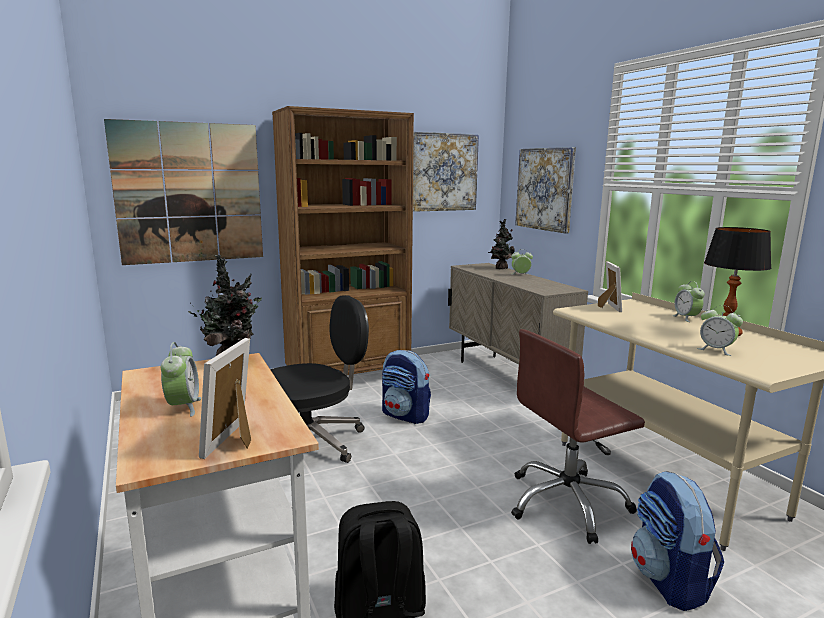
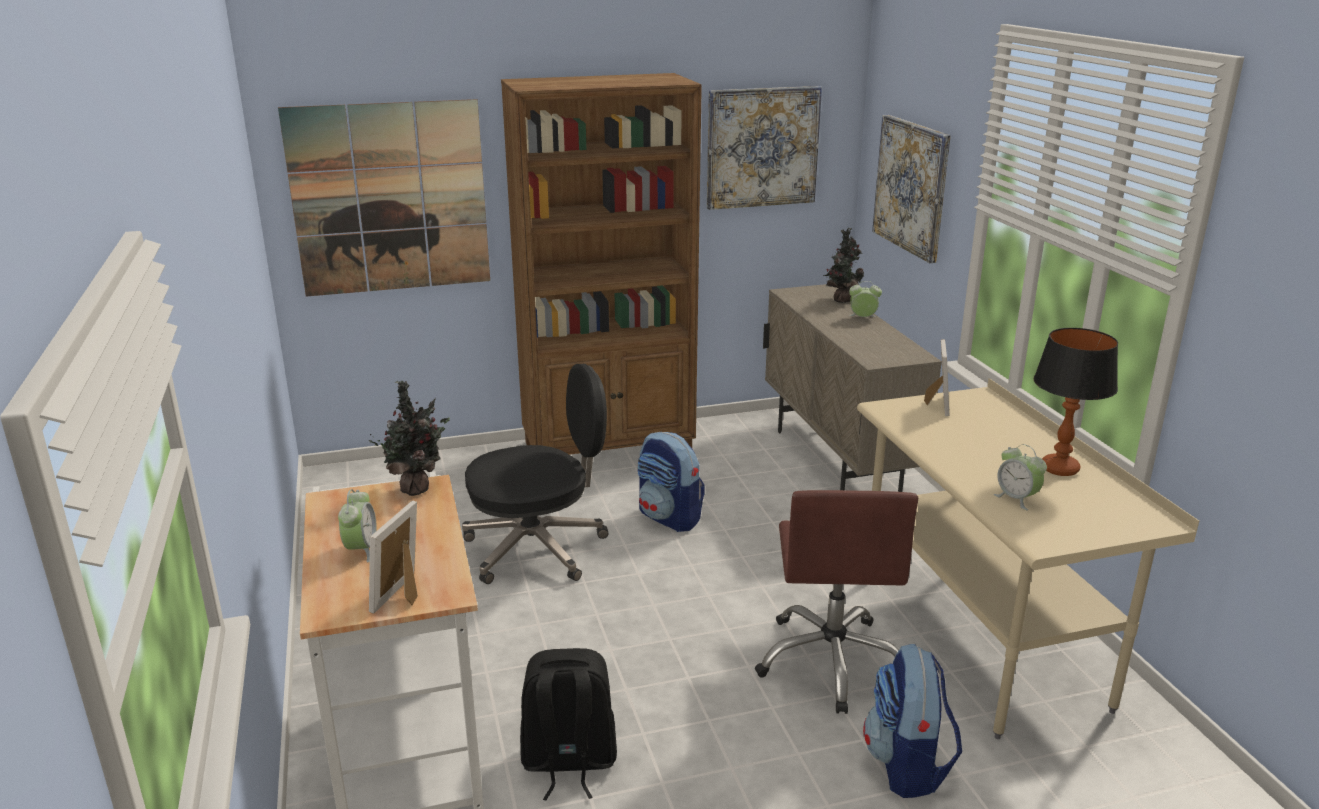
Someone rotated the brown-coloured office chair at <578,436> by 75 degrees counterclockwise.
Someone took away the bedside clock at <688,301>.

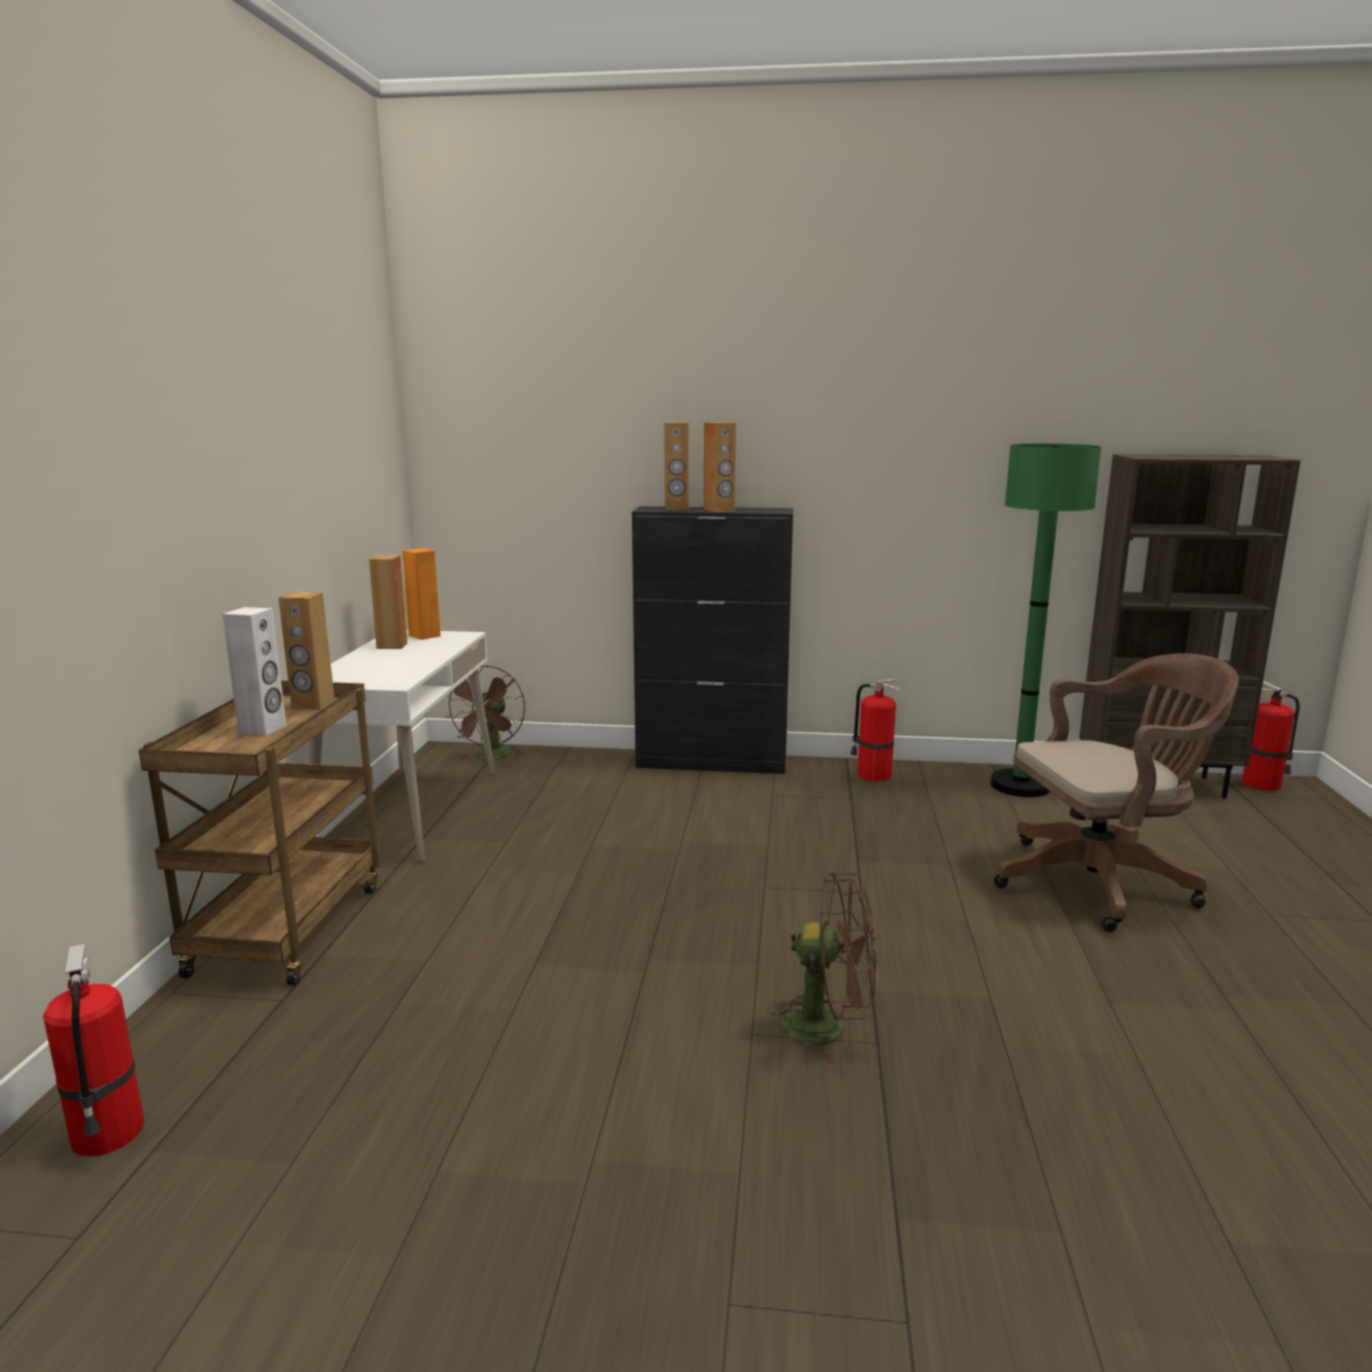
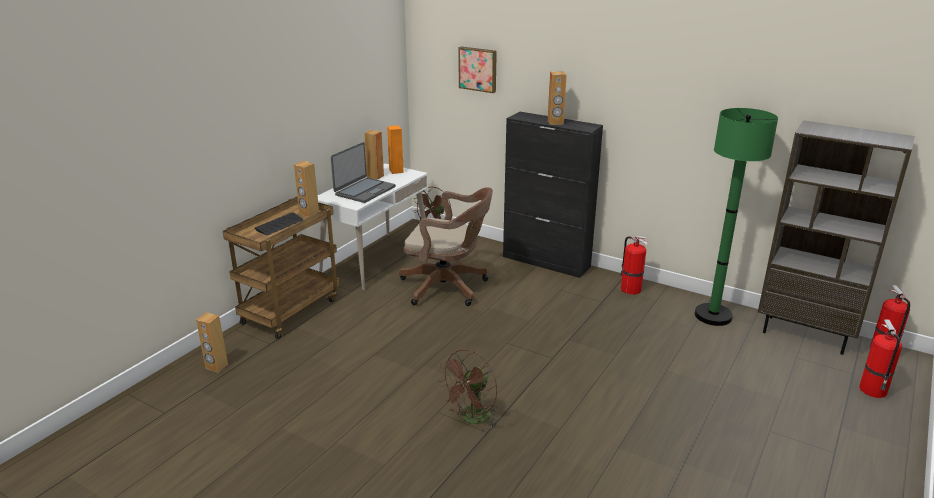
Someone carried the brown-coloured audio speaker from <676,466> to <212,342>.
Someone swapped the white-coloured audio speaker at <254,671> for the computer keyboard at <279,223>.
Someone put down the portable computer at <363,172>.
Someone carried the brown-coloured office chair from <1116,792> to <446,246>.
Someone rotated the brown-coloured cooling fan at <821,968> by 90 degrees clockwise.
Someone put up the picture at <478,70>.
Someone carried the fire-fighting cylinder from <93,1050> to <880,358>.

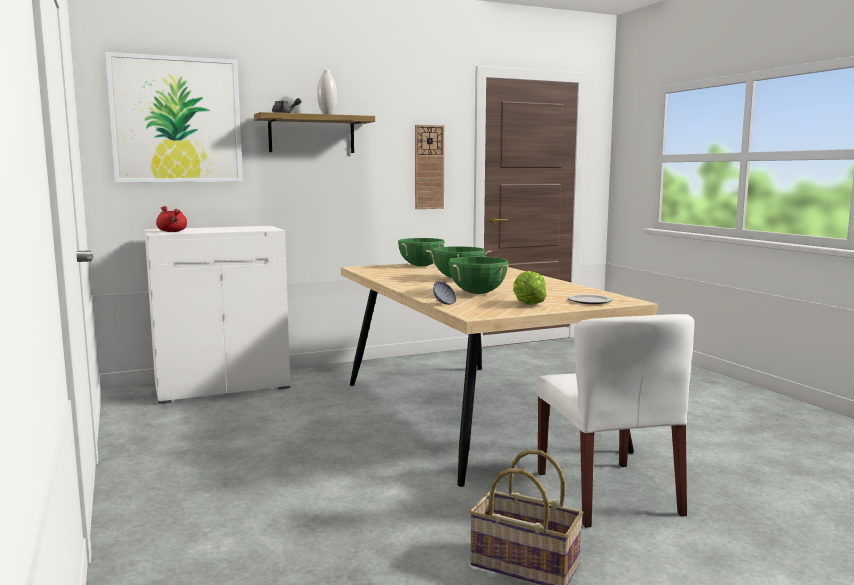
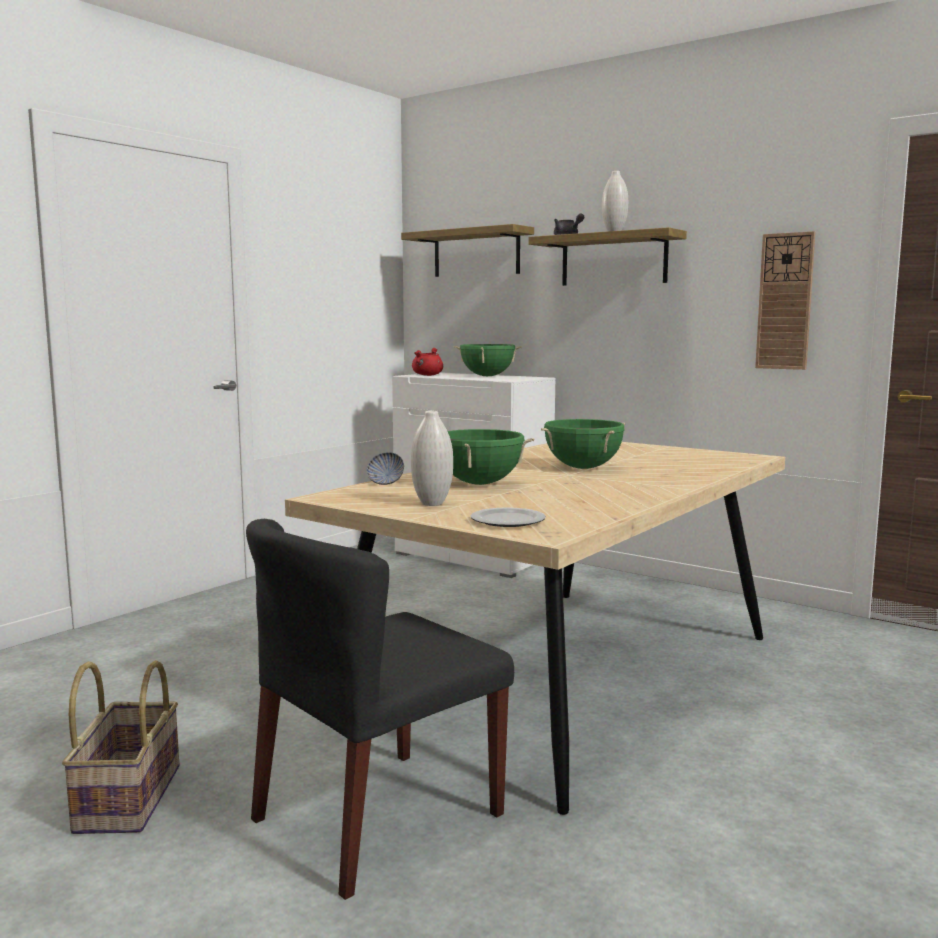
Someone repainted the white-coloured plain chair at <615,421>, which became the black plain chair at <380,709>.
Someone swapped the picture at <174,117> for the shelf at <467,250>.
Someone swapped the lettuce head at <530,288> for the white-coloured vase at <432,458>.
Someone carried the greenish cooking pot from <421,252> to <488,360>.

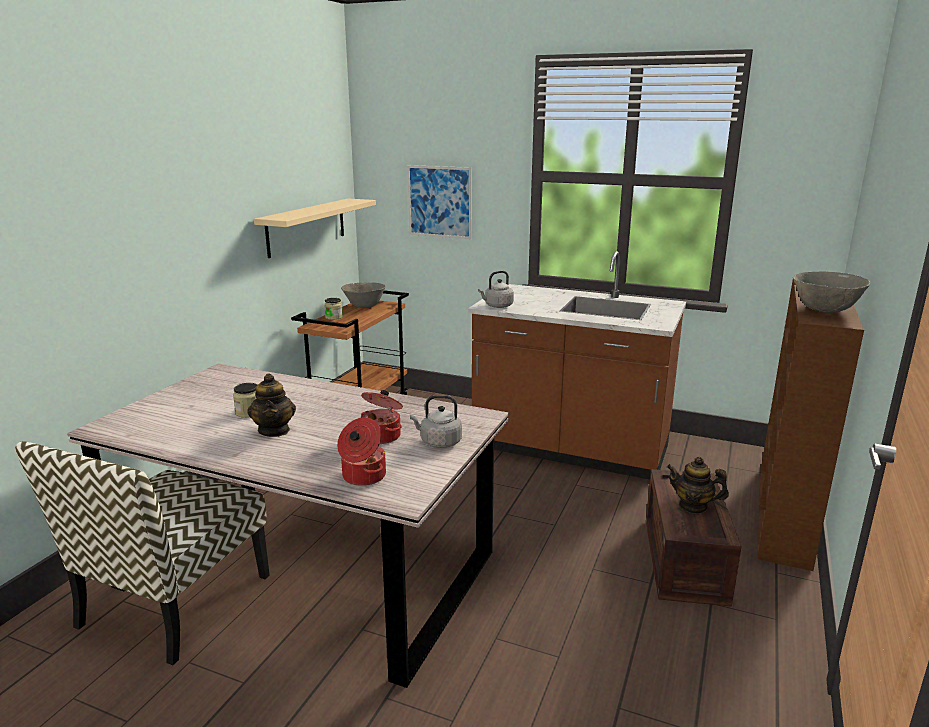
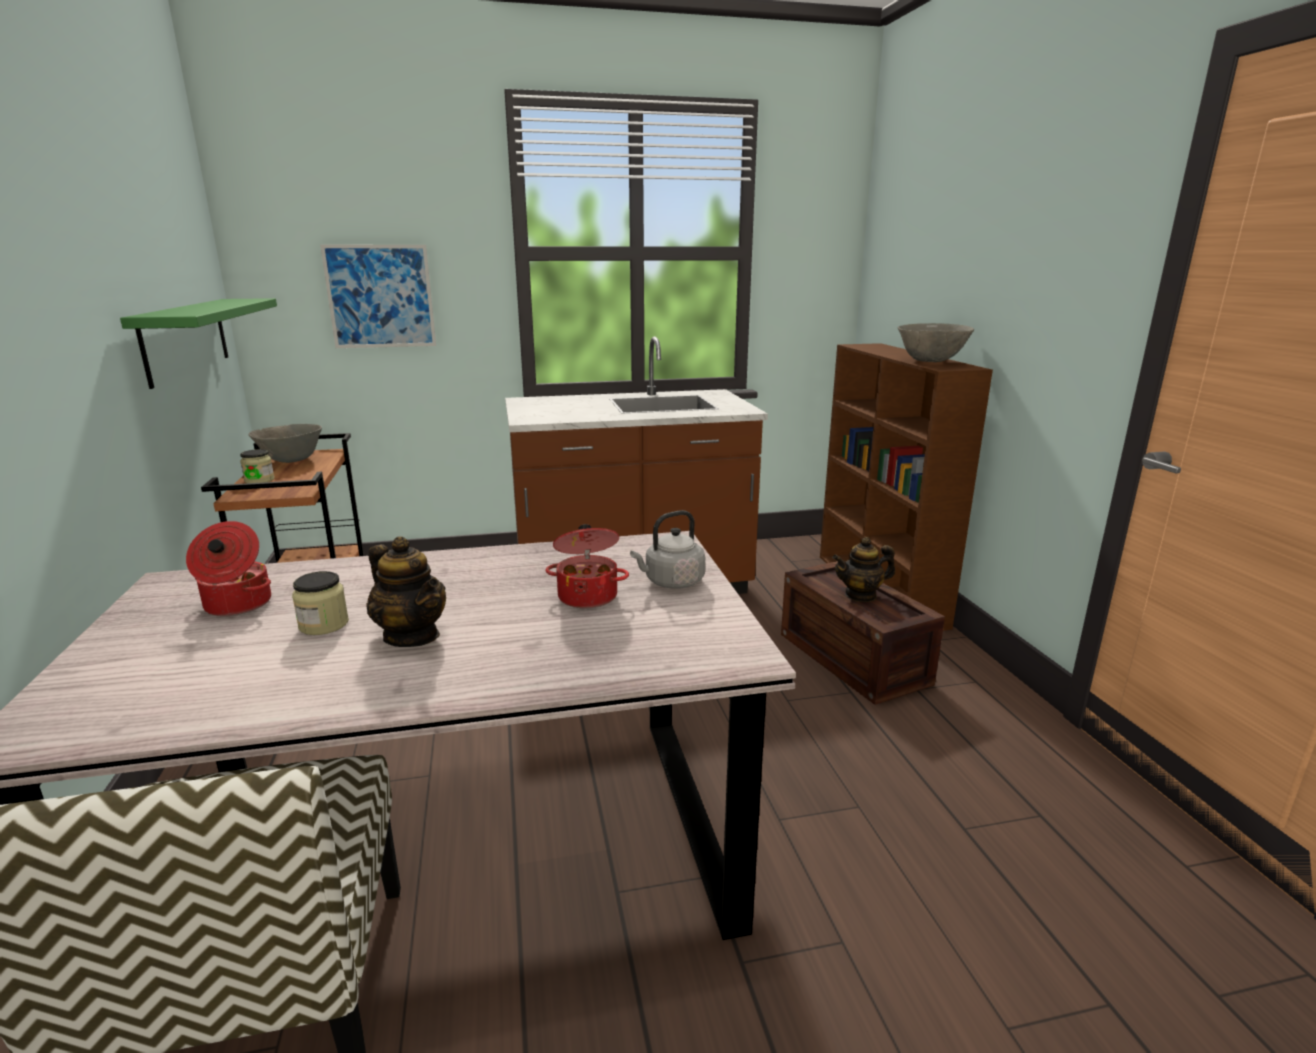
Someone repainted the beige-coloured shelf at <315,228>, which became the greenish shelf at <198,343>.
Someone carried the cooking pot from <361,451> to <228,568>.
Someone took away the gray kettle at <496,289>.

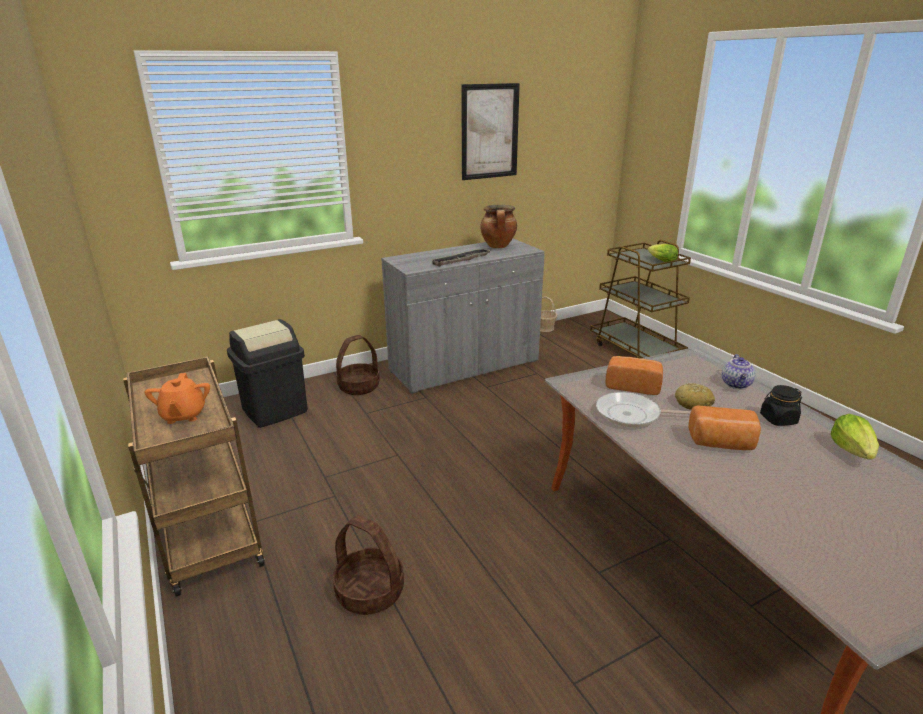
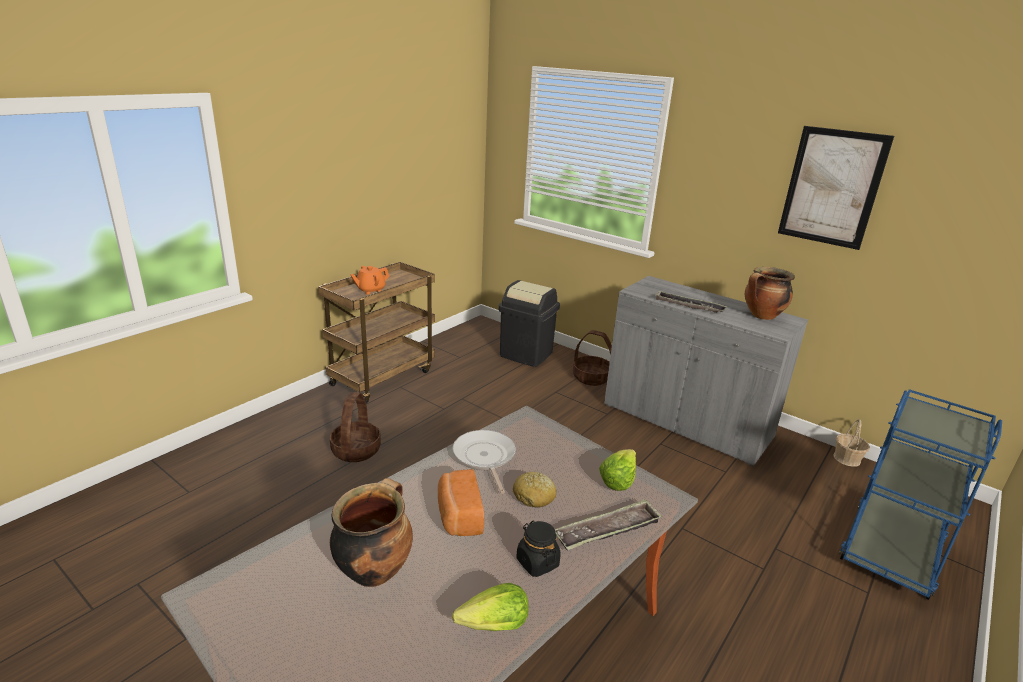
Someone put down the cooking pot at <371,532>.
Someone swapped the tea pot at <738,371> for the serving tray at <608,524>.
Someone carried the lettuce head from <663,253> to <617,470>.
Someone repainted the brown-coloured wheeled cart at <640,299>, which became the bluish wheeled cart at <920,494>.
Someone took away the bakery bread at <634,375>.

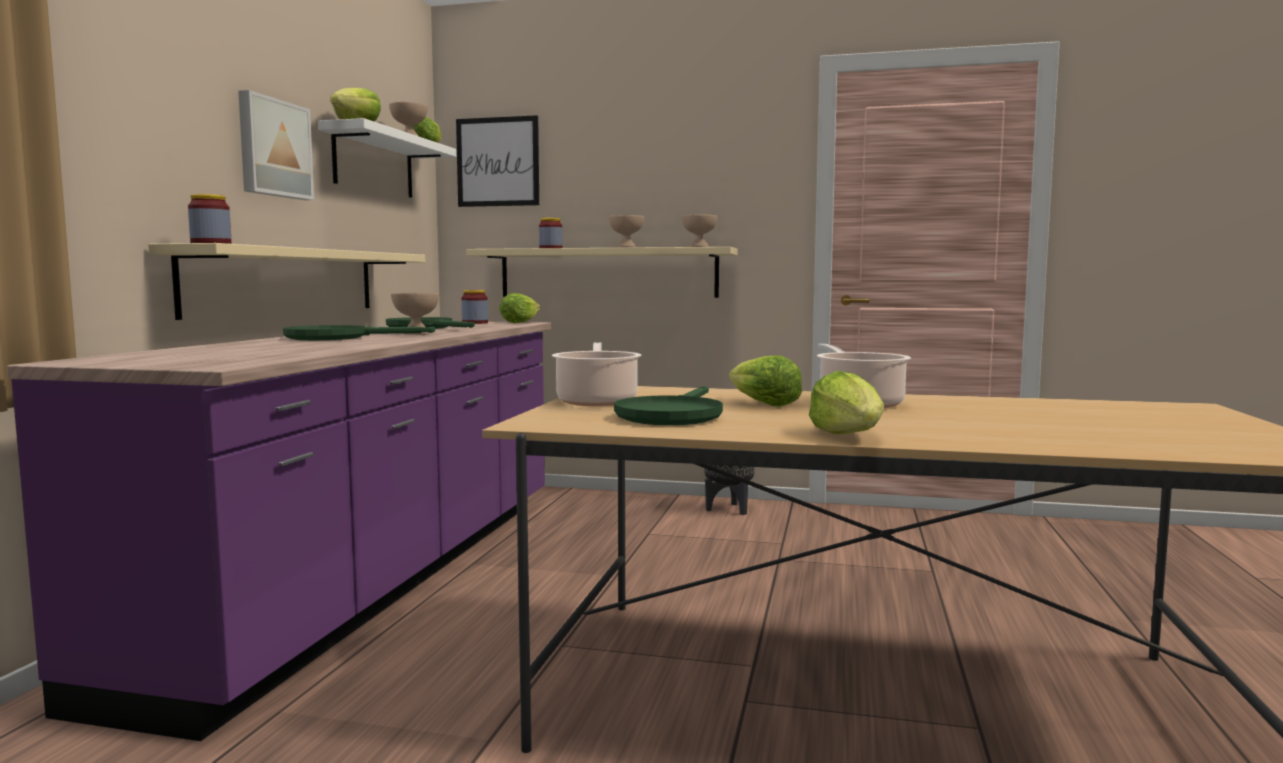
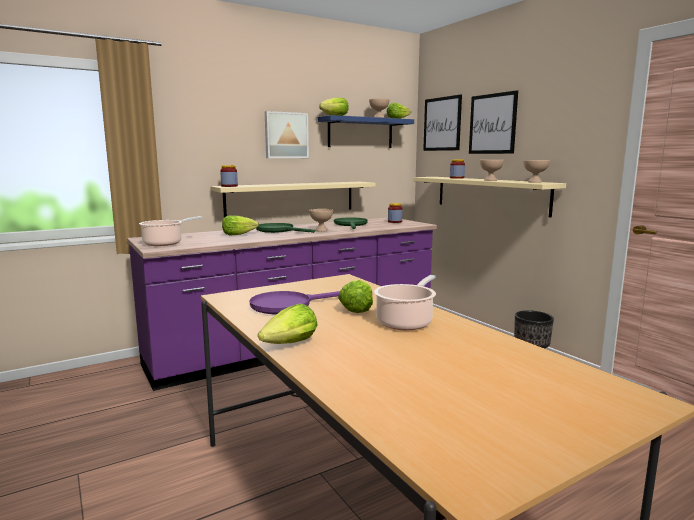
Someone carried the cooking pot from <596,374> to <170,231>.
Someone carried the lettuce head from <519,308> to <240,225>.
Someone repainted the greenish skillet at <668,405>, which became the purple-coloured skillet at <295,302>.
Someone repainted the white-coloured shelf at <387,158>, which became the bluish shelf at <366,131>.
Someone put up the picture at <493,122>.

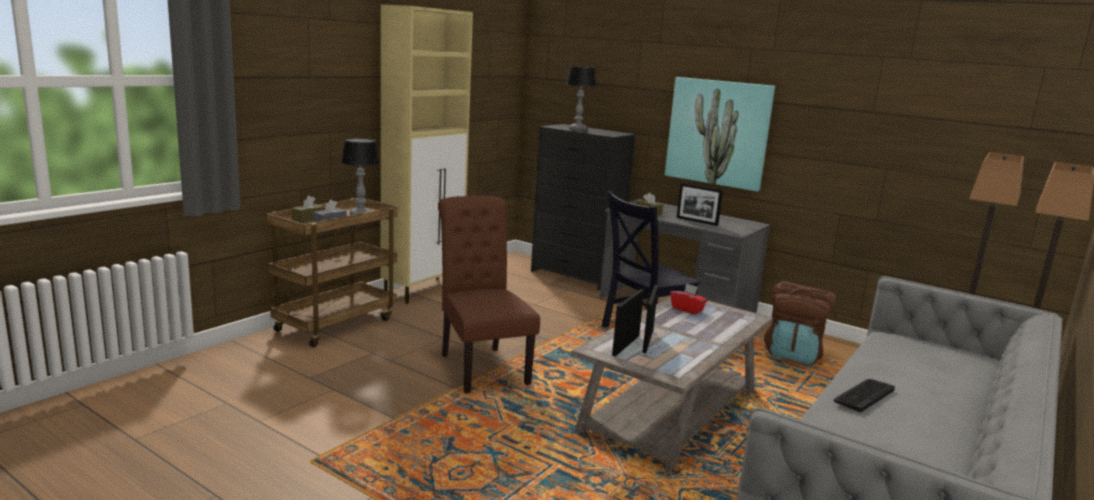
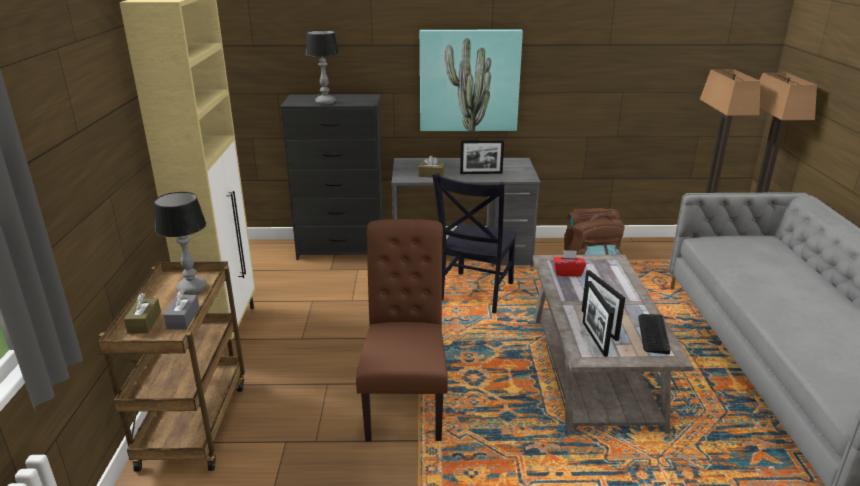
Someone rotated the brown-coloured plain chair at <489,295> by 60 degrees clockwise.
Someone carried the computer keyboard from <864,395> to <654,334>.

